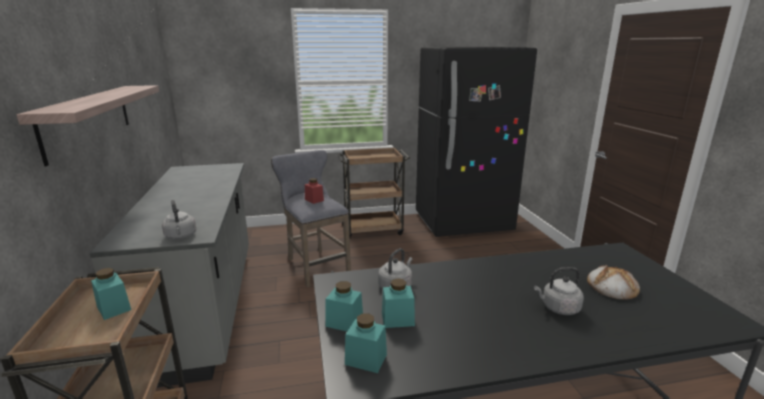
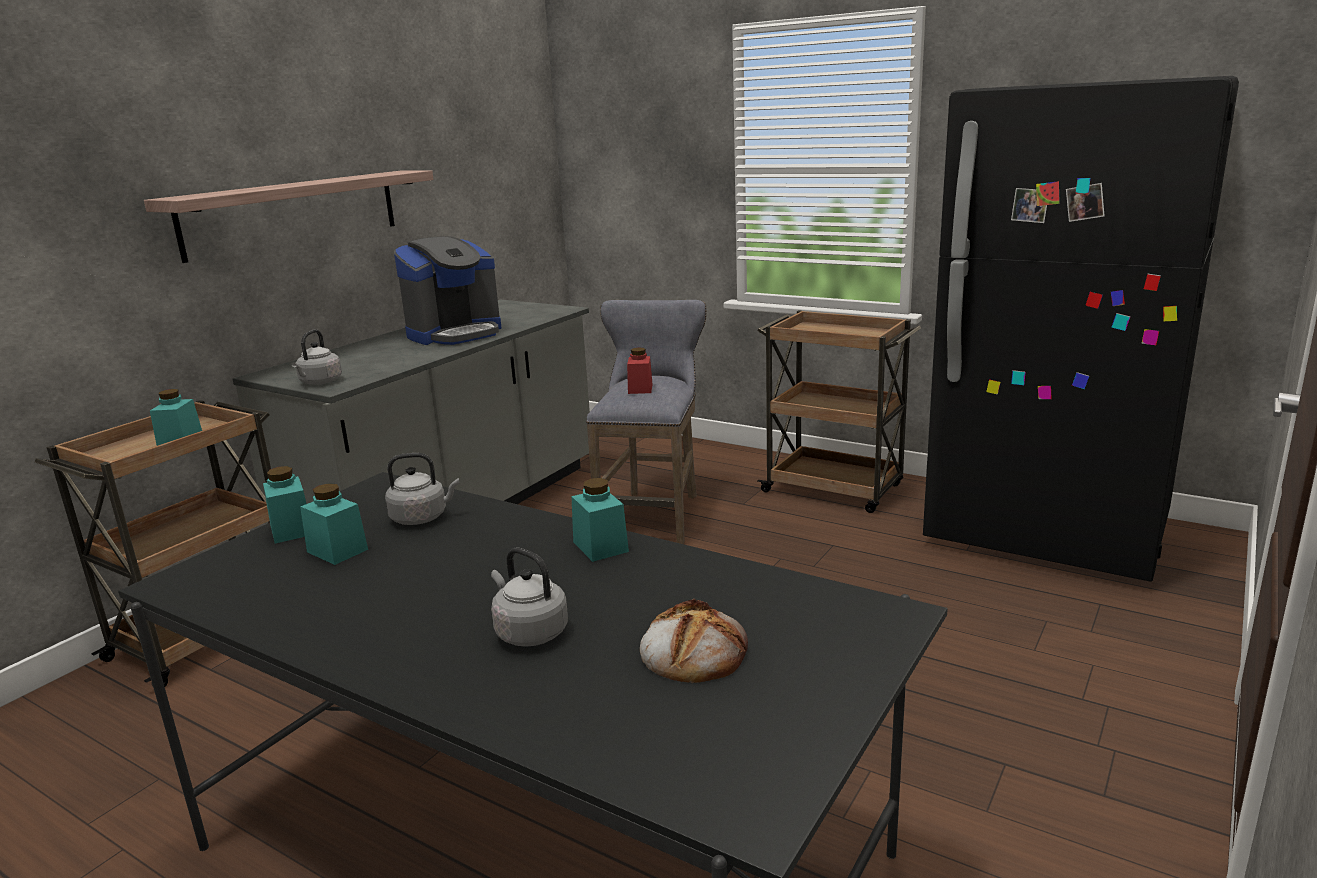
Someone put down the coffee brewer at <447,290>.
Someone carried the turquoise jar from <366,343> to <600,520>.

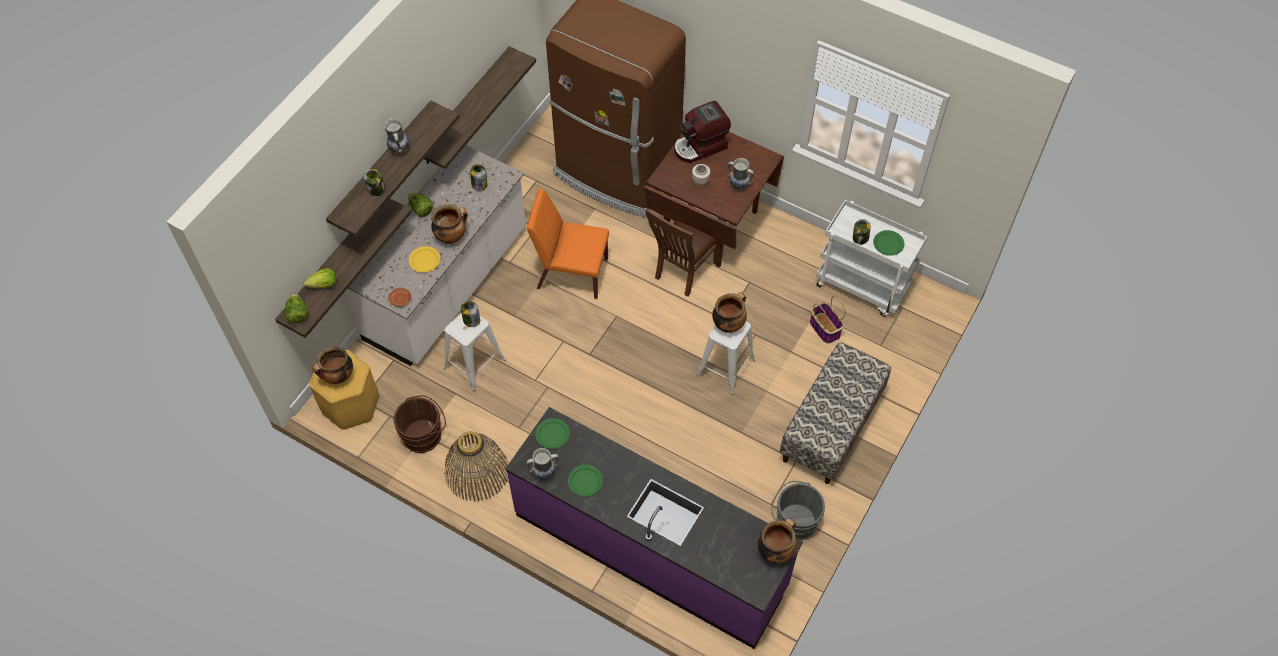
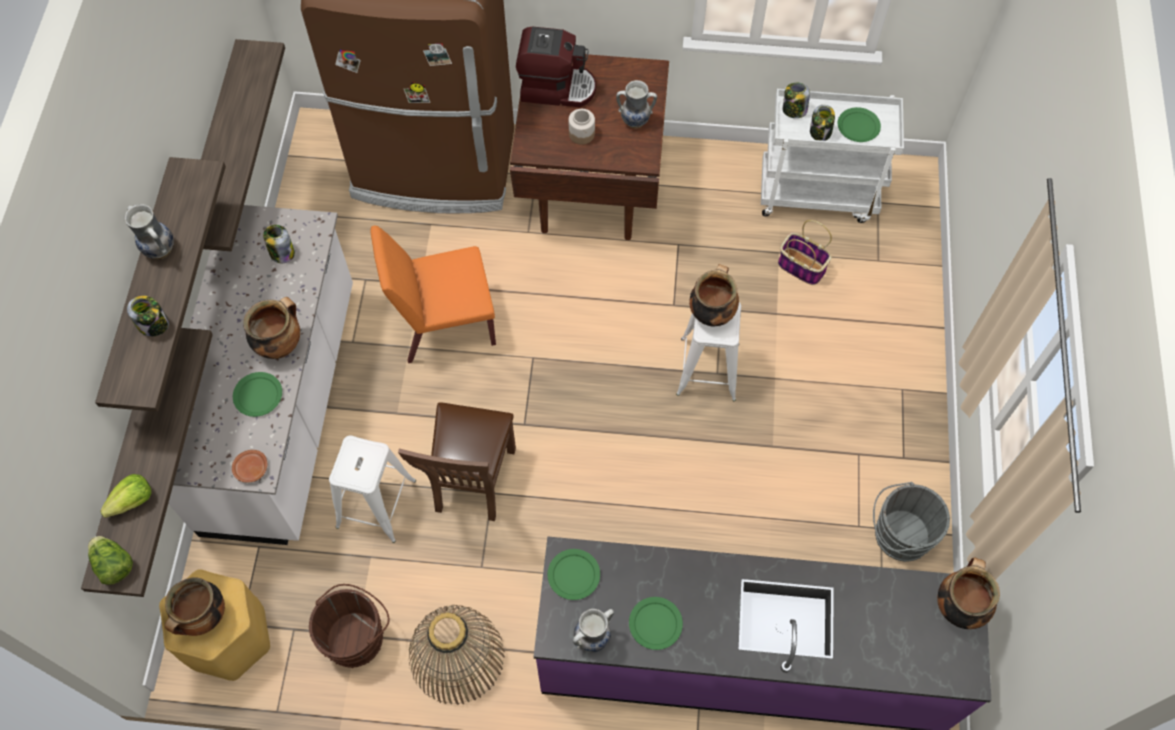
Someone repainted the yellow flat dish at <424,259>, which became the greenish flat dish at <257,394>.
Someone carried the brown-coloured plain chair from <681,252> to <457,461>.
Someone rotated the coffee brewer at <702,132> by 120 degrees counterclockwise.
Someone carried the jar from <470,314> to <796,100>.
Someone took away the lettuce head at <420,204>.
Someone took away the indoor bench at <835,413>.

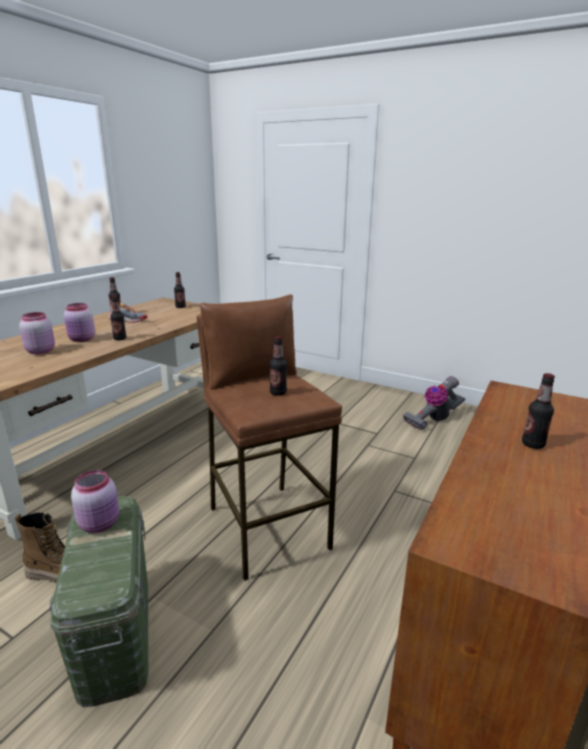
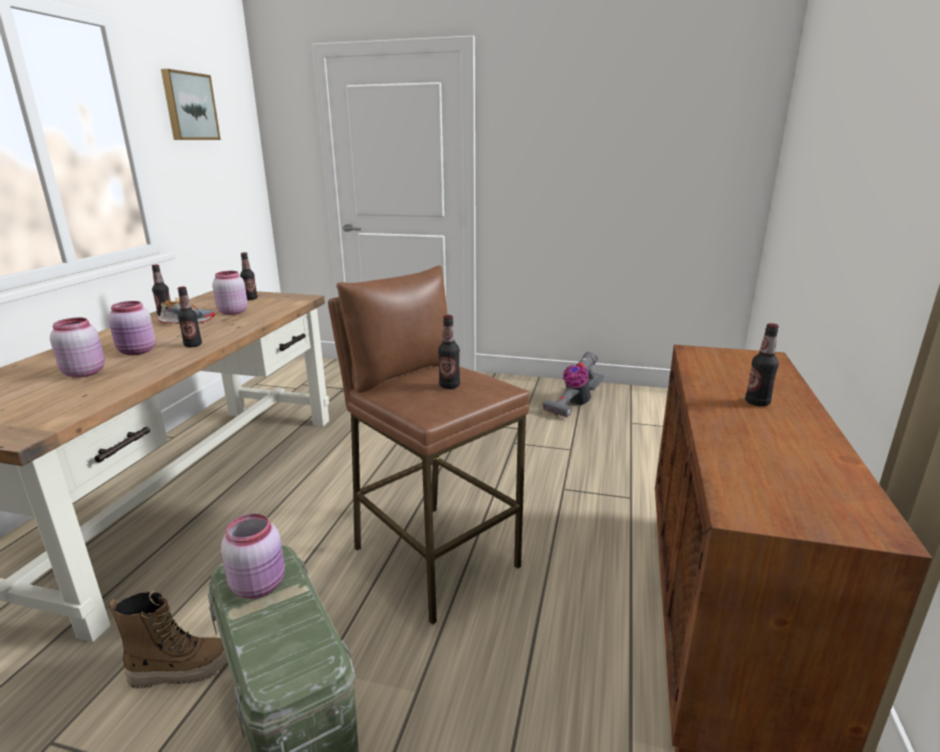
Someone put up the picture at <191,104>.
Someone put down the pink-coloured jar at <230,293>.

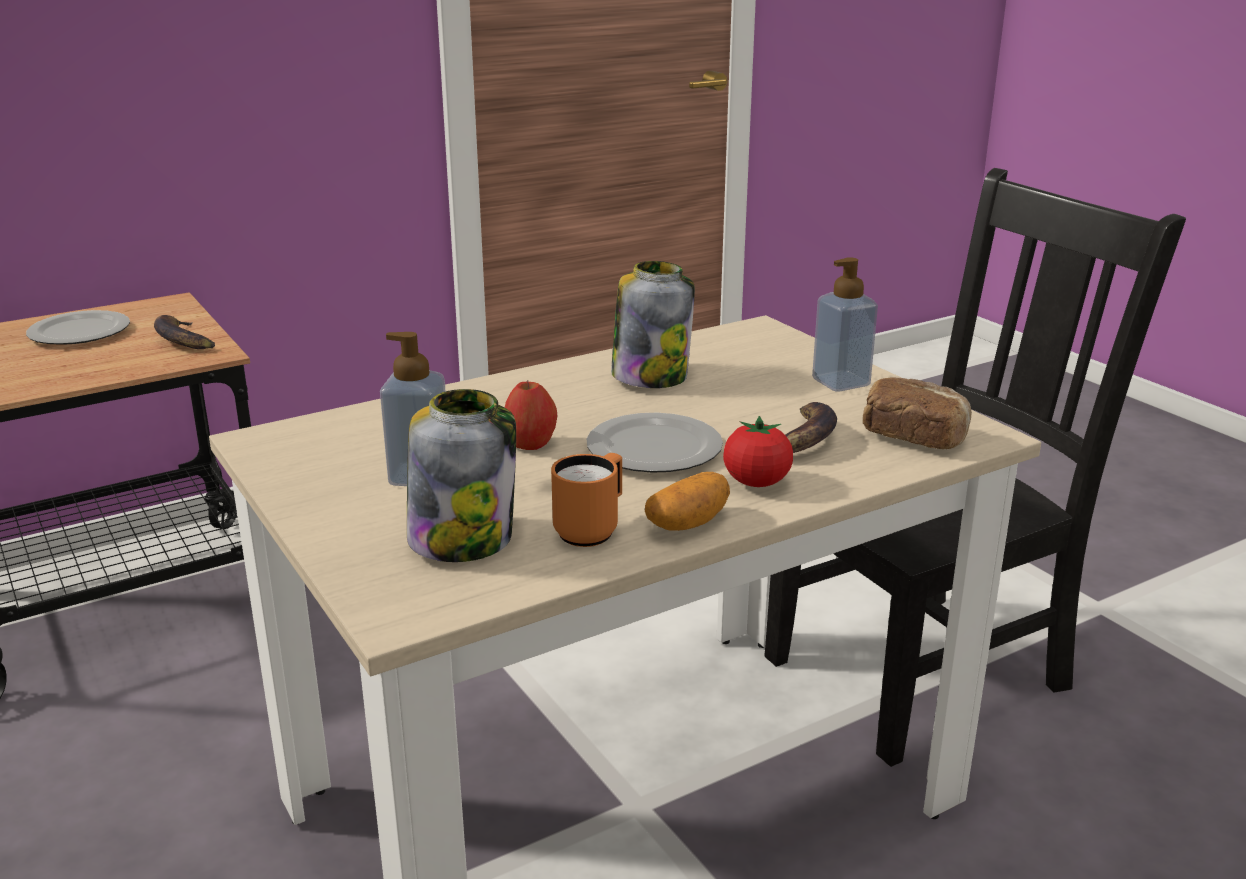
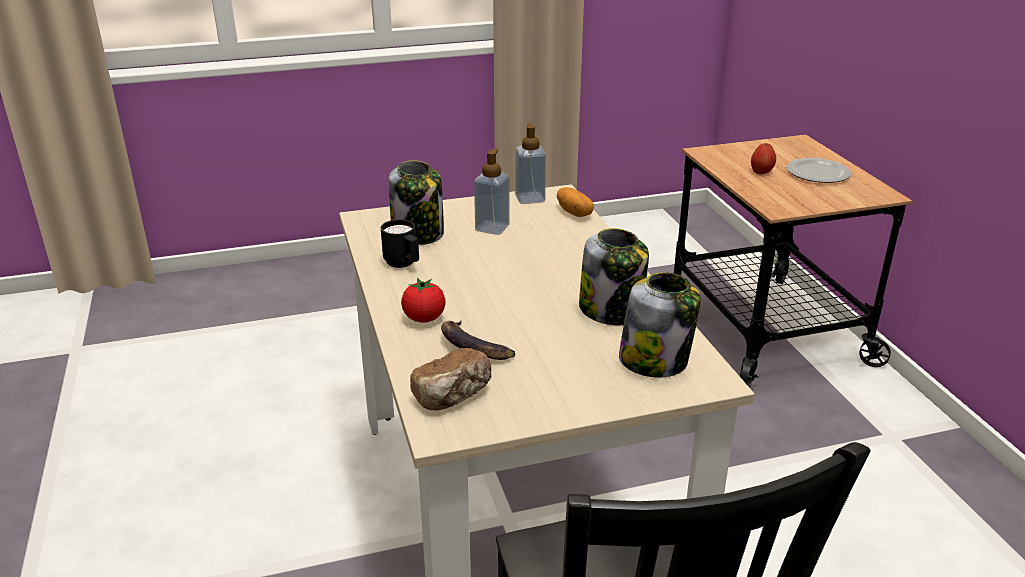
Someone repainted the orangey mug at <586,500>, which became the black mug at <400,243>.
Someone carried the soap bottle from <845,324> to <530,163>.
Someone carried the whole potato from <687,501> to <575,202>.
Someone put down the jar at <660,325>.
Someone carried the apple from <531,415> to <763,158>.
Someone took away the banana fruit at <184,332>.
Someone took away the flat dish at <655,443>.

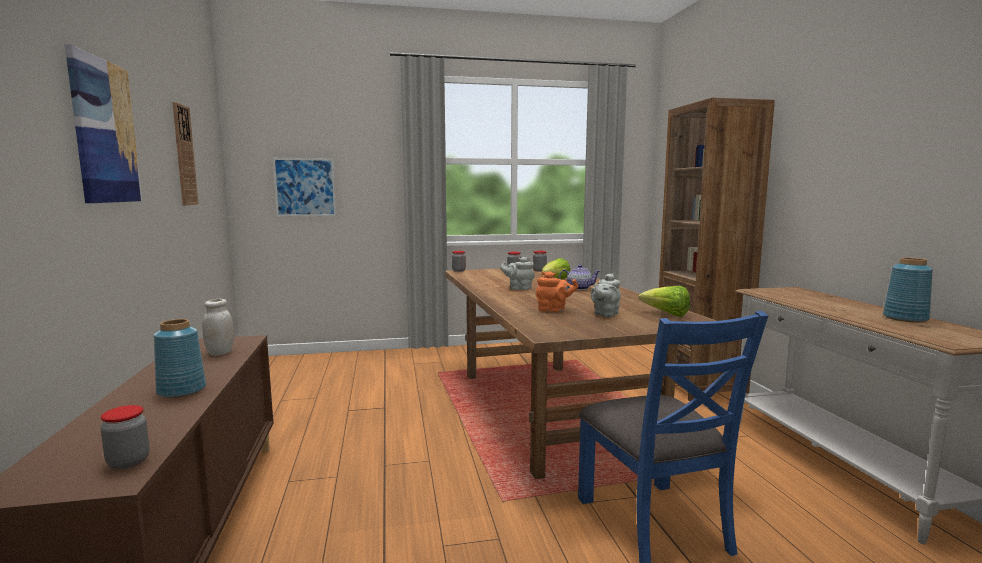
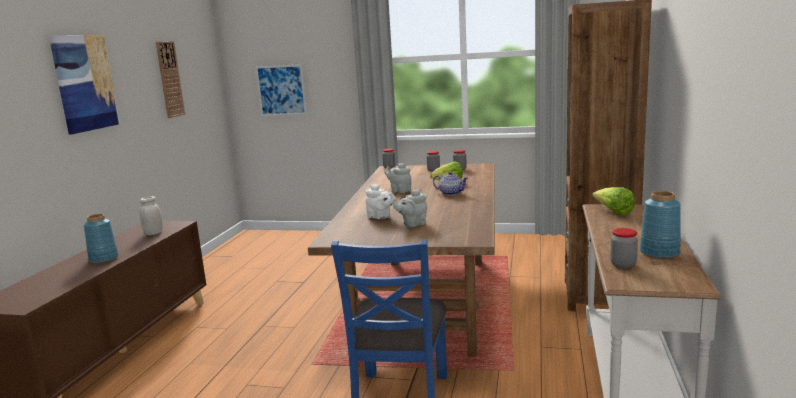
Someone repainted the orangey tea pot at <557,291>, which became the white-coloured tea pot at <381,201>.
Someone carried the lettuce head from <664,301> to <613,201>.
Someone carried the jar from <125,437> to <624,248>.

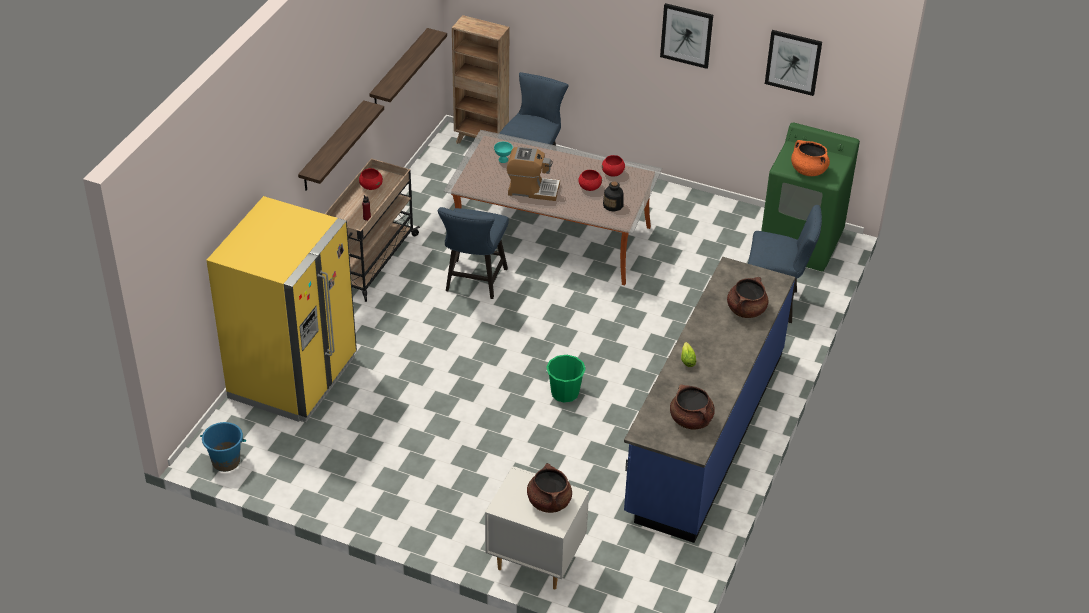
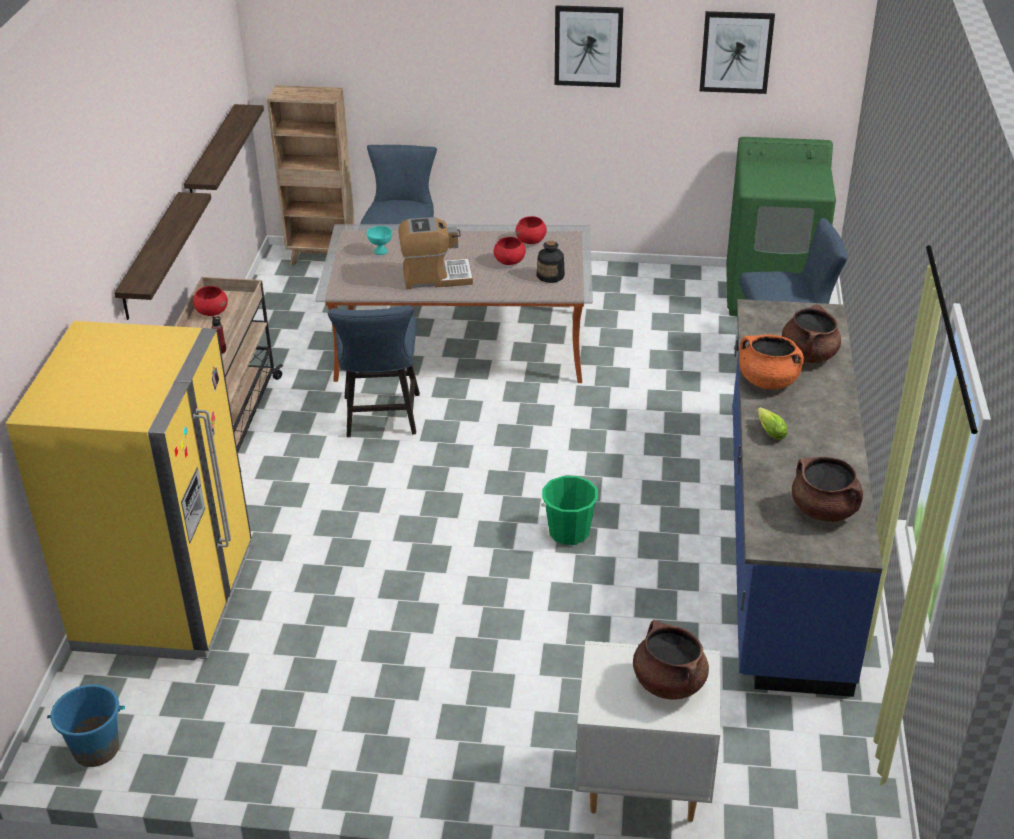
Someone carried the orangey cooking pot from <810,158> to <771,362>.

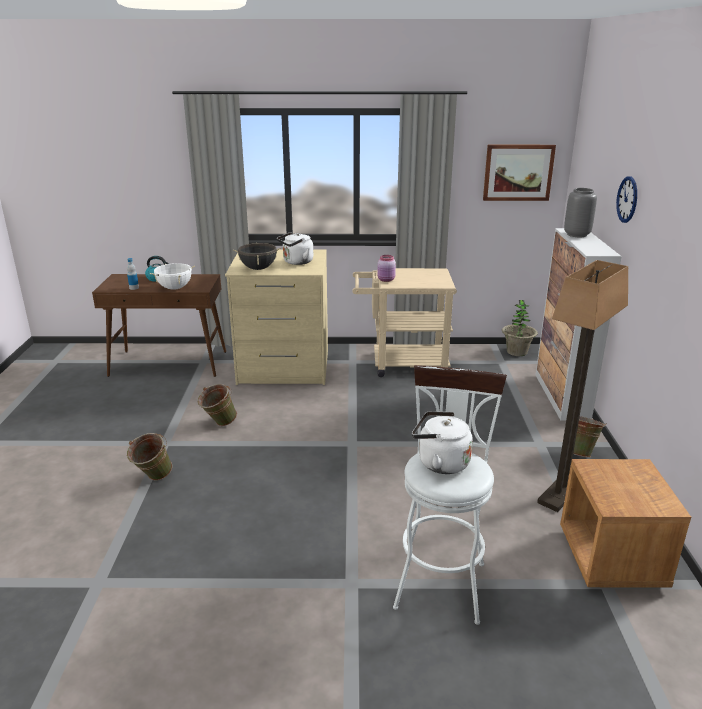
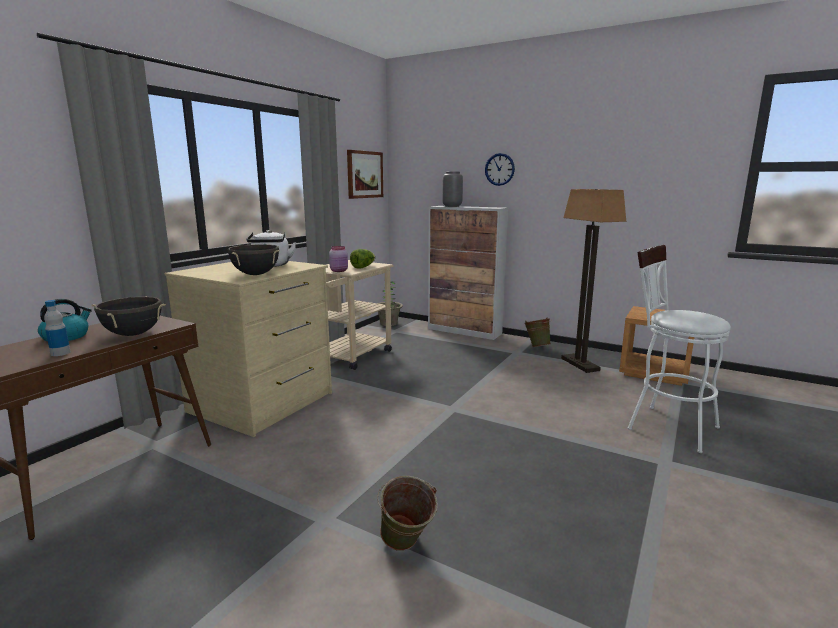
Someone repainted the white-coloured cooking pot at <172,276>, which became the black cooking pot at <128,316>.
Someone put down the lettuce head at <362,259>.
Someone took away the greenish bucket at <217,405>.
Someone took away the white-coloured kettle at <442,442>.

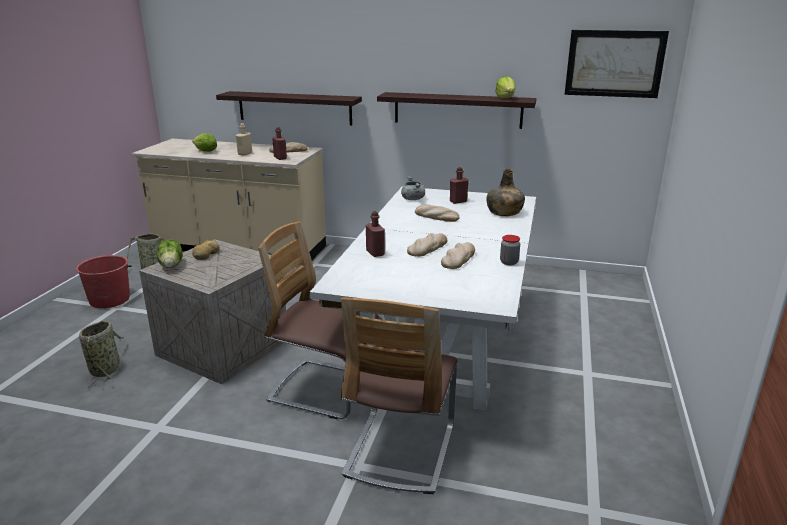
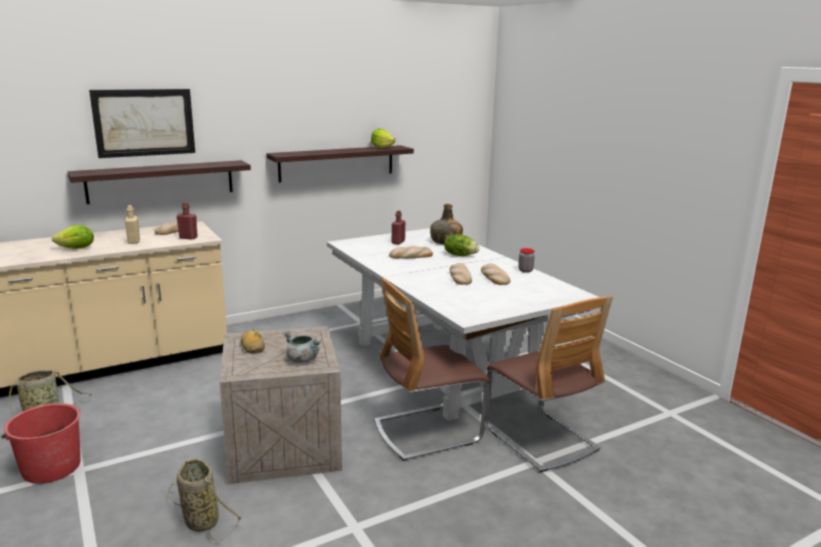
Someone carried the picture from <617,64> to <142,123>.
Someone carried the gray cooking pot from <413,188> to <302,347>.
Someone carried the lettuce head from <170,253> to <461,245>.
Someone took away the reddish drink bottle at <375,234>.

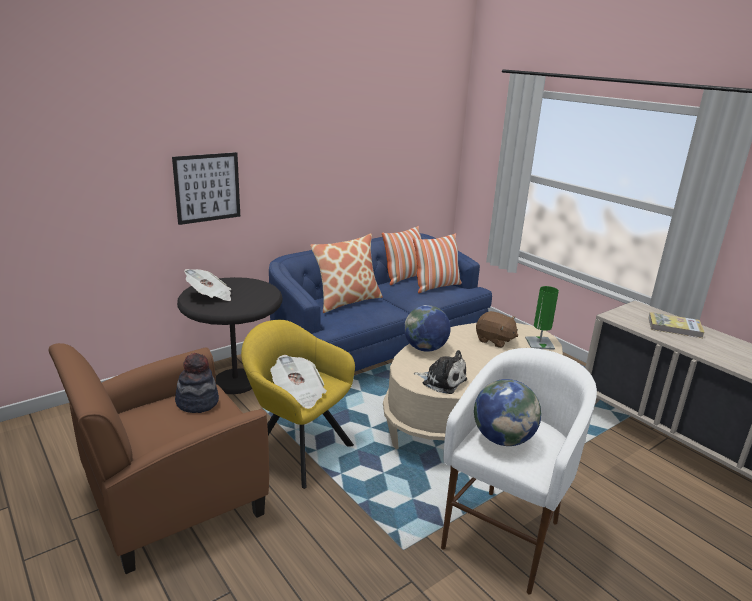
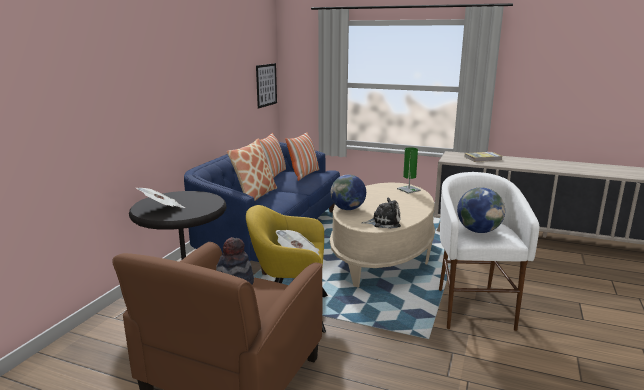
Someone carried the picture from <206,188> to <266,85>.
Someone took away the brown-coloured plush toy at <497,329>.

